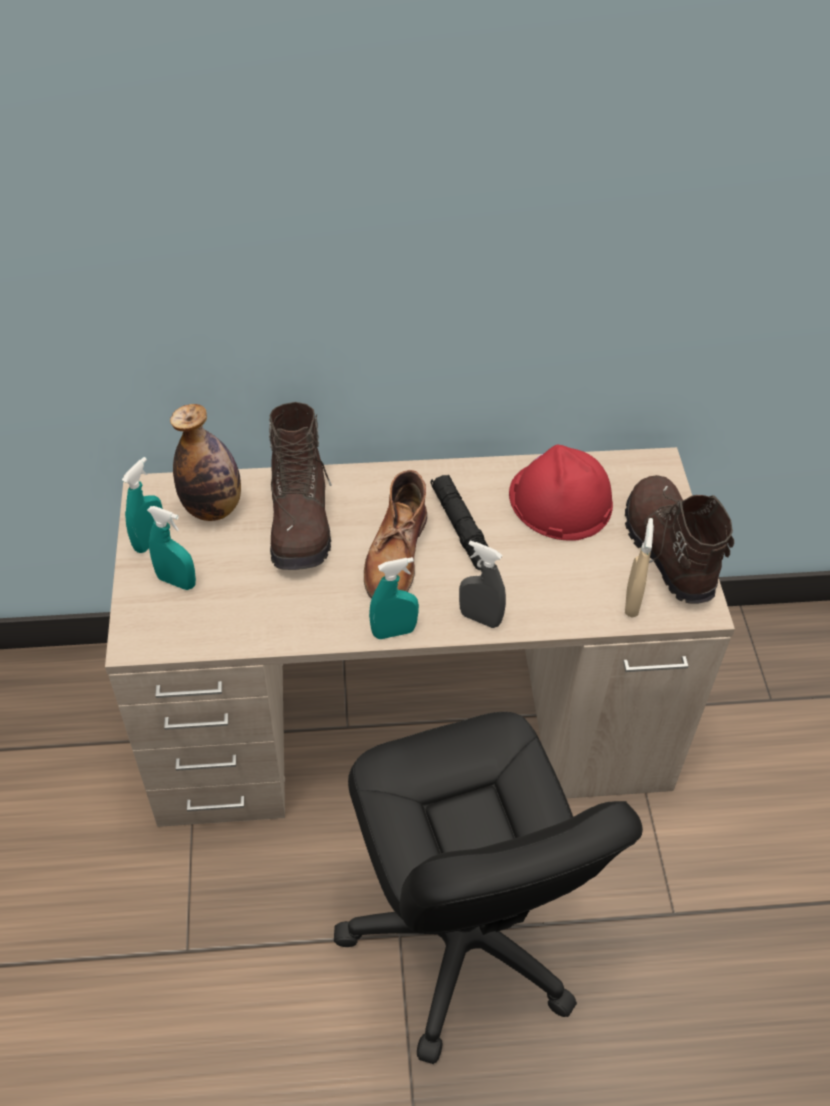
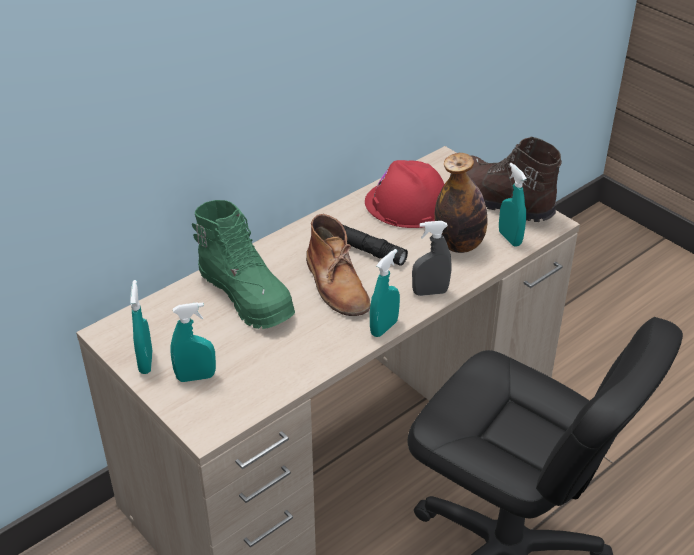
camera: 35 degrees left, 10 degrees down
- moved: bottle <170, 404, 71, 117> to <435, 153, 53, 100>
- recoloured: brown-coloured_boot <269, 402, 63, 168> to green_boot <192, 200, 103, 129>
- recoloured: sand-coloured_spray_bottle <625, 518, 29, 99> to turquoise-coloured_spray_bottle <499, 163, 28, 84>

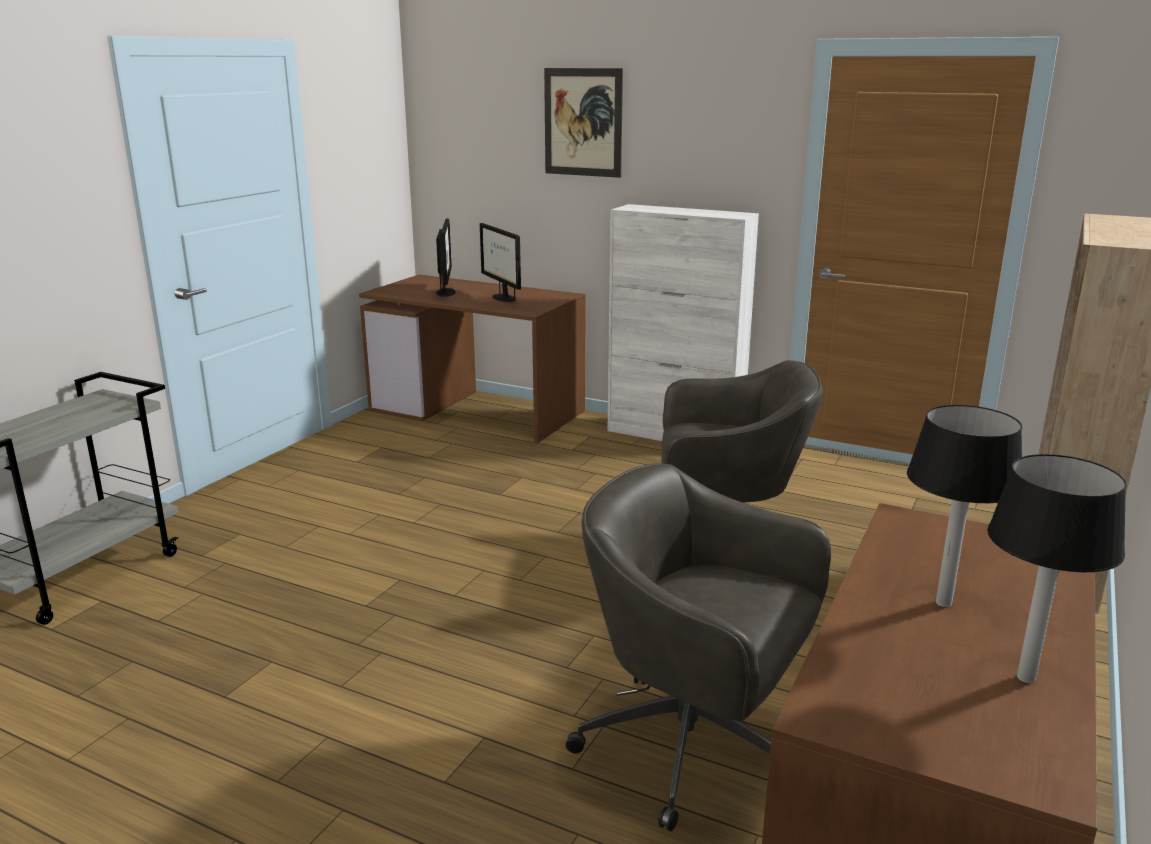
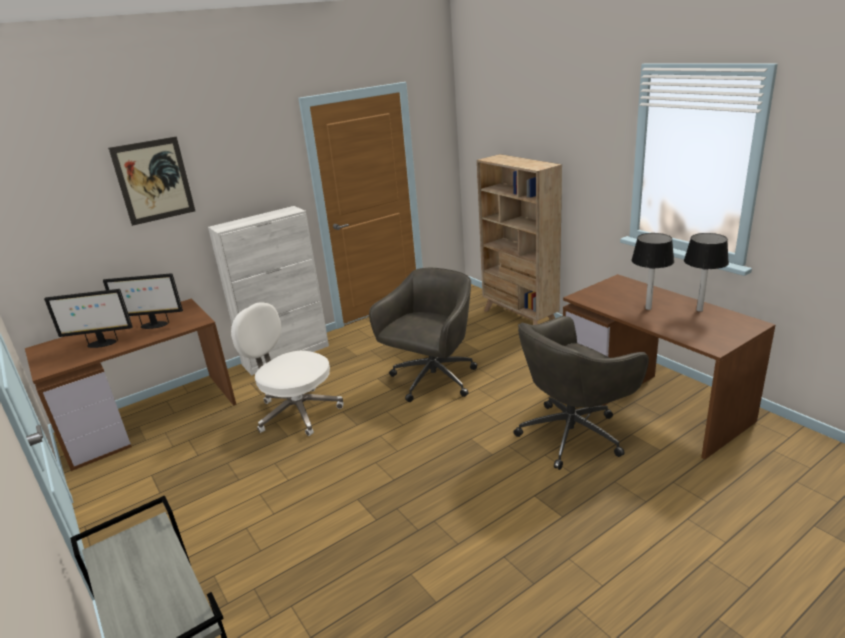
camera: 60 degrees left, 5 degrees up
- turned: computer_display <436, 218, 20, 79> = <44, 289, 89, 59> 150 degrees clockwise
- added: whitish_office_chair <231, 302, 113, 134>

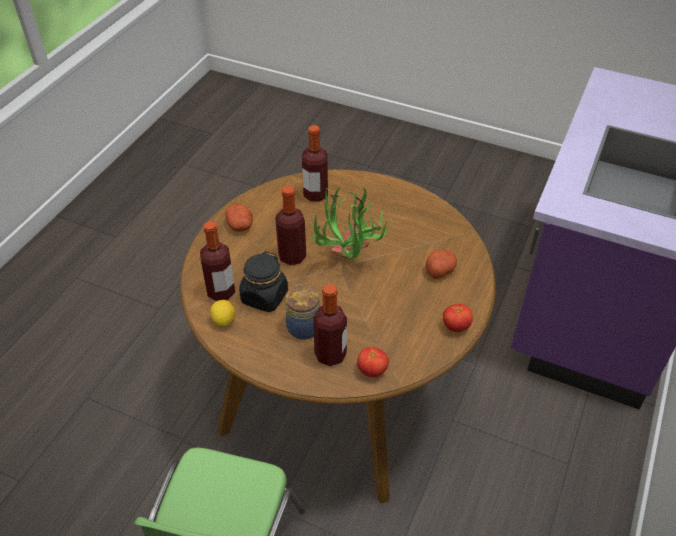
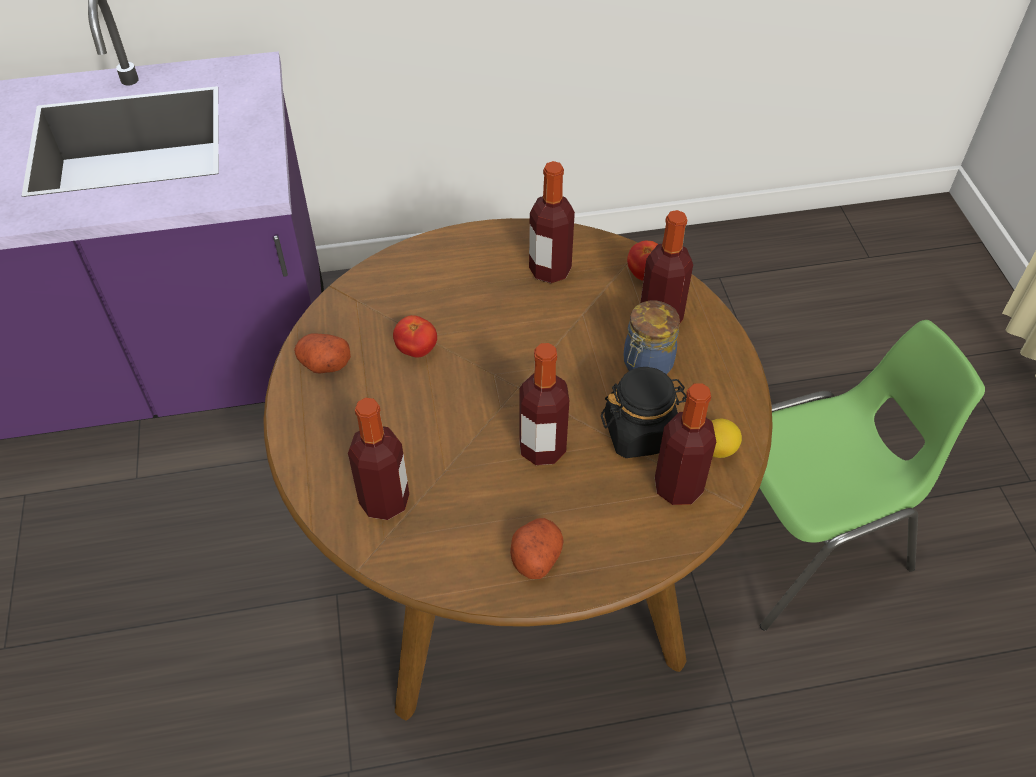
camera: 125 degrees left, 5 degrees up
- removed: houseplant <309, 187, 84, 72>
- moved: potato <426, 250, 31, 29> to <294, 334, 57, 40>
- moved: whole_tomato <443, 304, 30, 28> to <393, 315, 44, 43>
- added: bottle <529, 161, 46, 122>

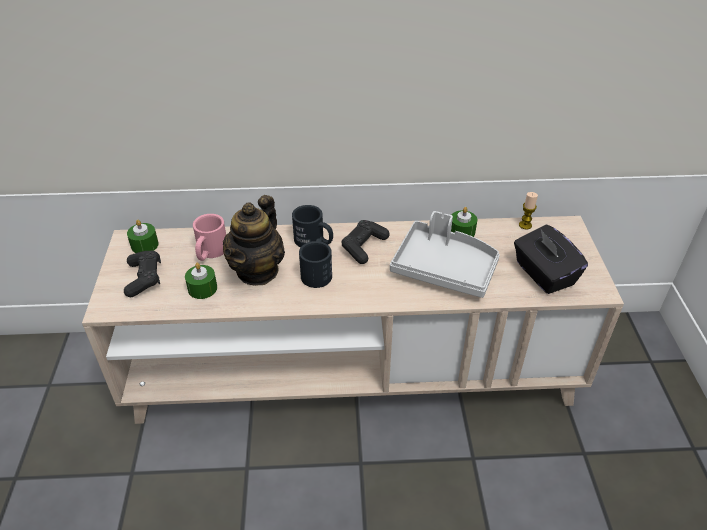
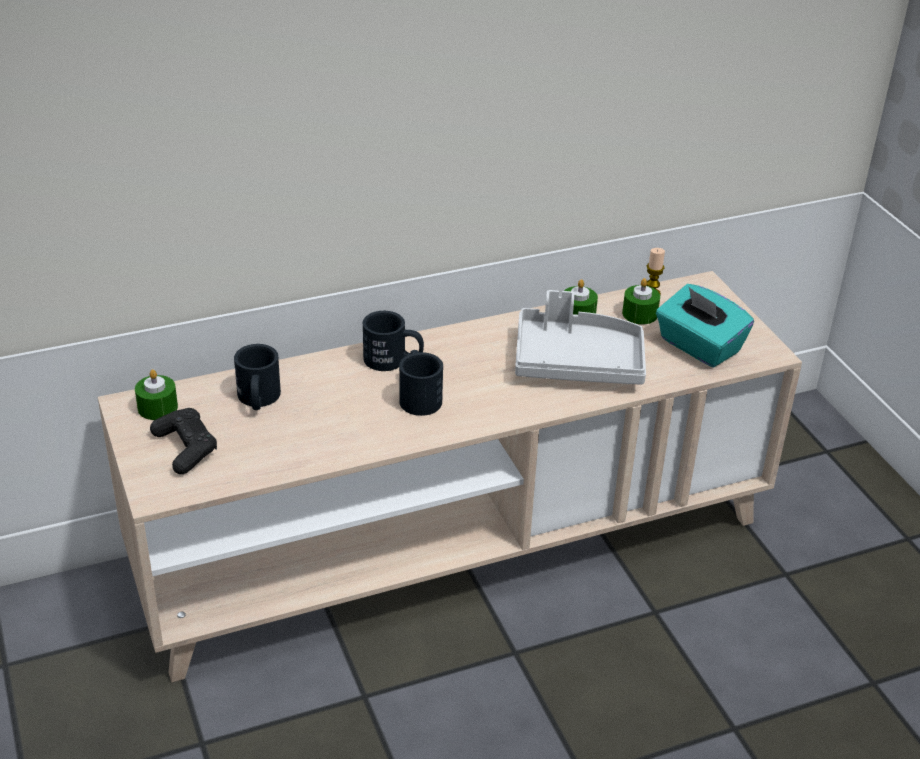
camera: 20 degrees left, 5 degrees down
- moved: green_wax_light <185, 263, 32, 36> to <622, 278, 38, 46>
- recoloured: pink_mug <193, 214, 33, 47> to blackish_mug <234, 344, 47, 66>
- removed: tea_pot <223, 195, 62, 91>
- removed: blackish_gamepad <341, 220, 49, 44>
- recoloured: blackish_tissue_box <514, 225, 74, 69> to turquoise-coloured_tissue_box <656, 284, 98, 83>

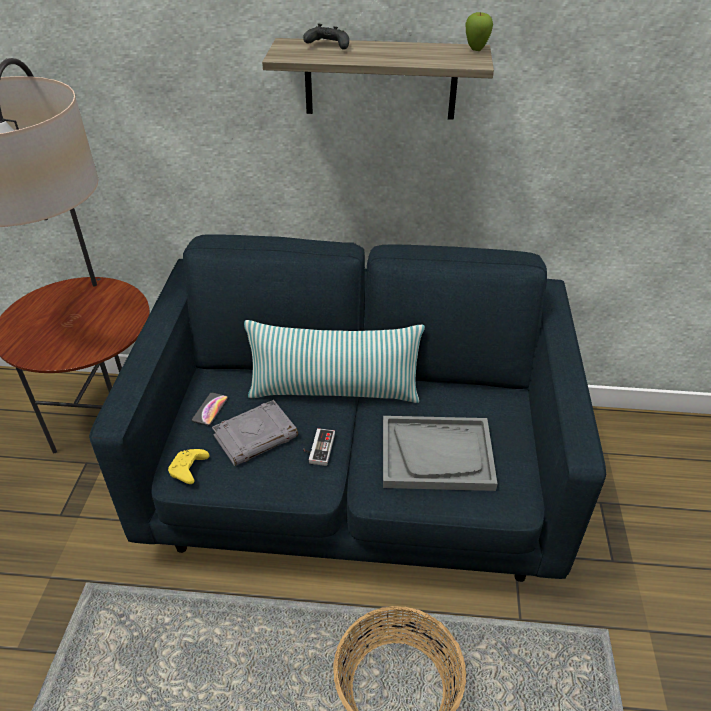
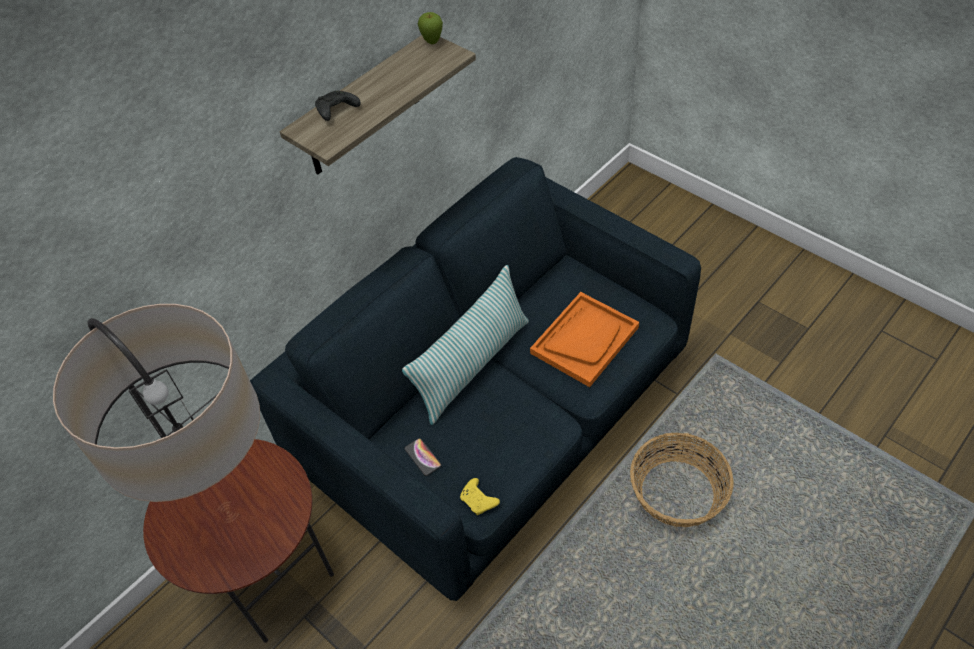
camera: 50 degrees left, 10 degrees up
- removed: greyish_book <212, 400, 86, 66>
- removed: gamepad <303, 428, 32, 38>
- recoloured: greyish_carrying_tray <383, 416, 114, 75> to orangey_carrying_tray <530, 292, 109, 95>

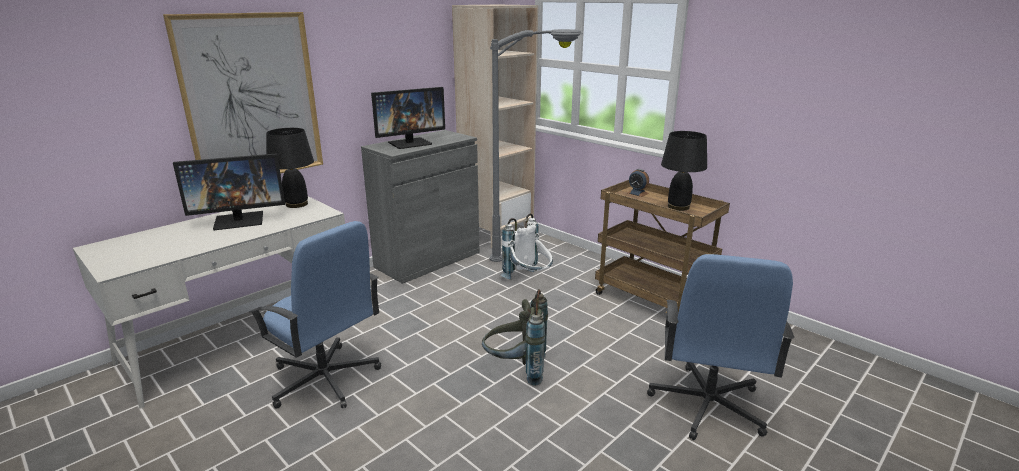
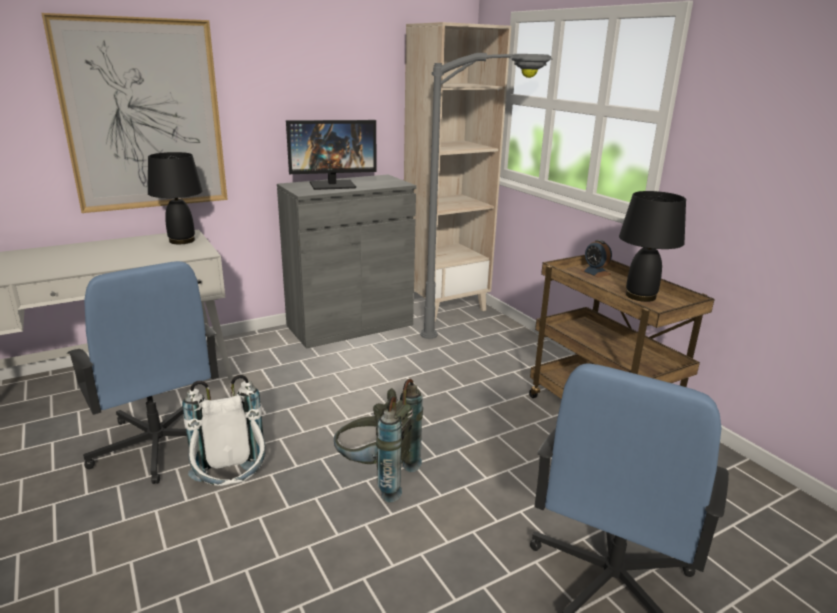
camera: 15 degrees right, 0 degrees up
- removed: computer_display <173, 153, 112, 77>
- moved: whitish_knapsack <501, 214, 52, 66> to <182, 375, 84, 111>

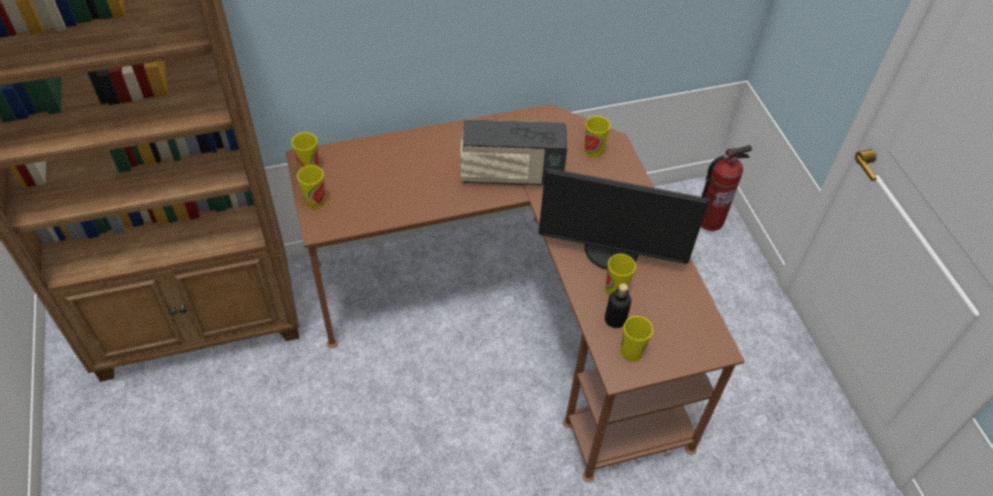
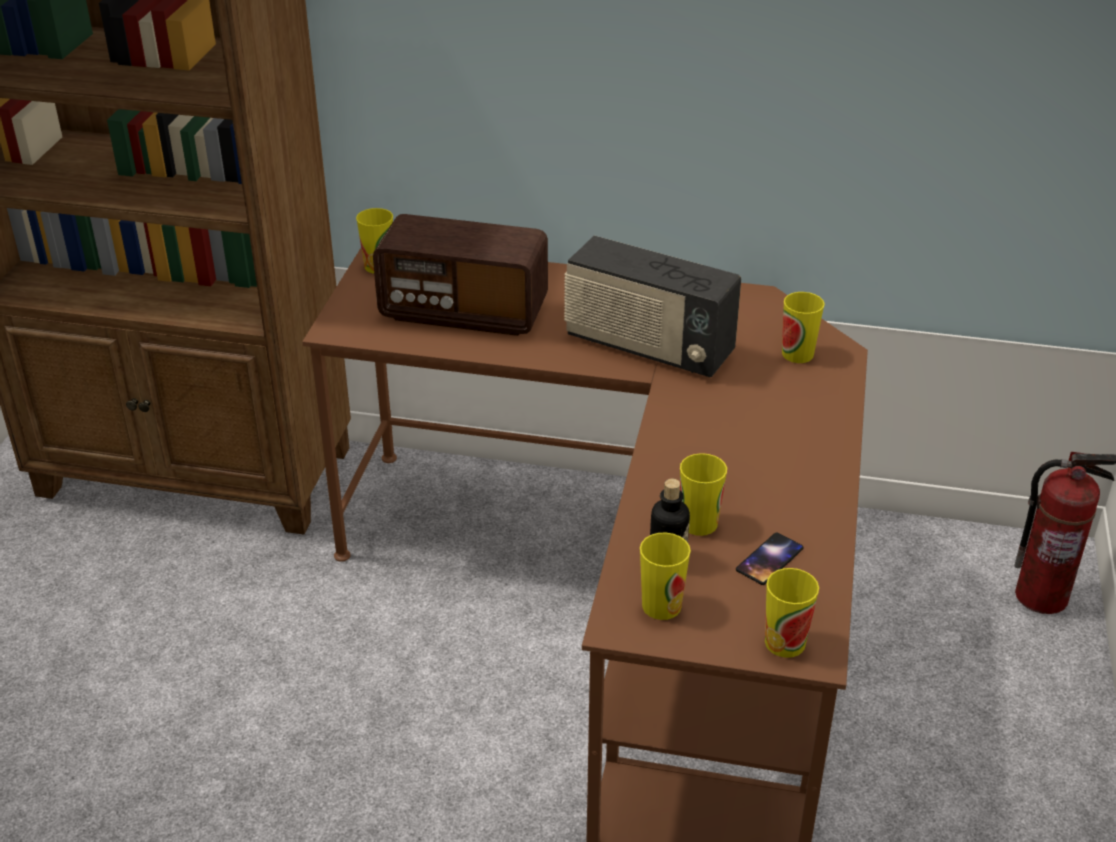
camera: 30 degrees right, 15 degrees down
- moved: cup <297, 165, 29, 44> to <765, 568, 54, 90>
- removed: computer_display <538, 168, 171, 102>
- added: radio_set <373, 214, 175, 122>
- added: phone <736, 532, 68, 53>

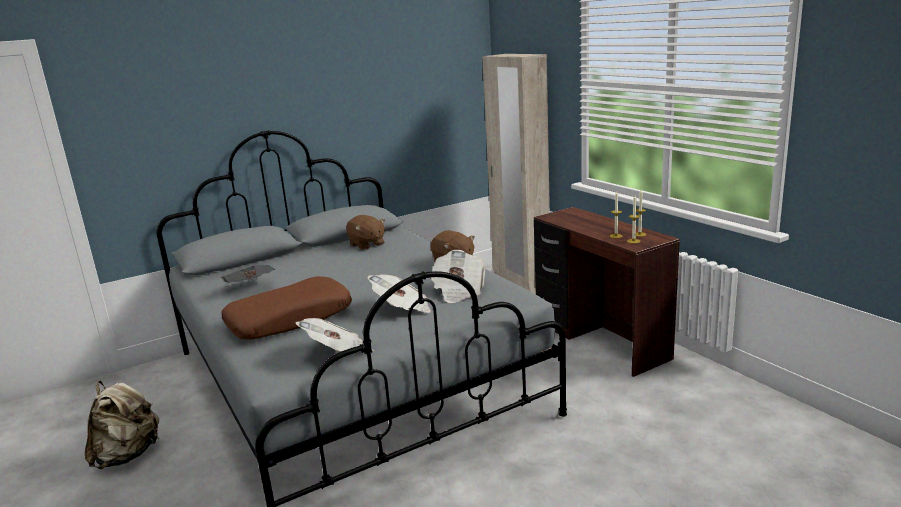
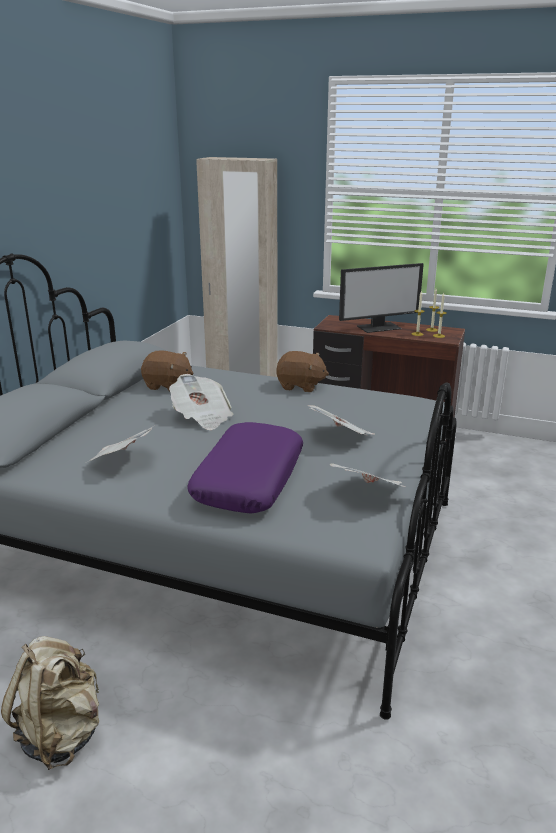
camera: 40 degrees left, 5 degrees up
- recoloured: brown-coloured_pillow <221, 276, 131, 64> to purple_pillow <187, 422, 116, 91>
- moved: newspaper <430, 250, 56, 53> to <169, 374, 65, 56>
- added: computer_display <339, 263, 85, 70>

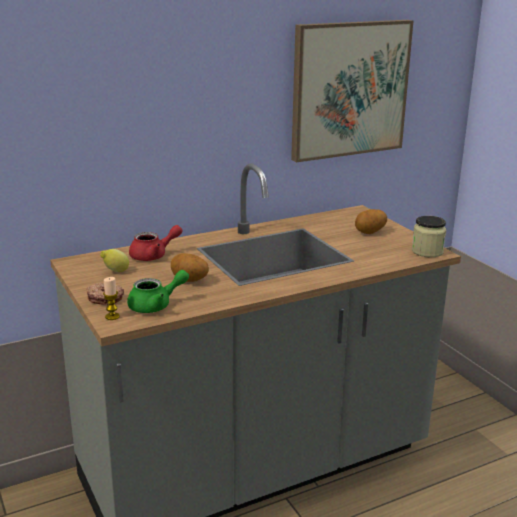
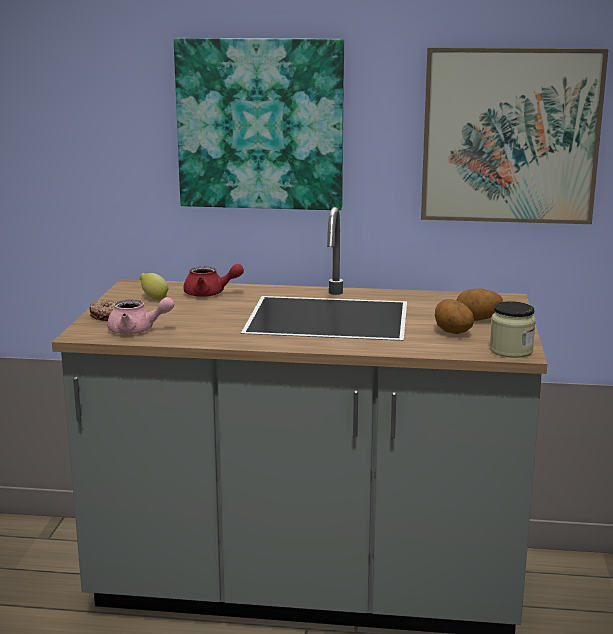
camera: 35 degrees right, 5 degrees down
- removed: wax_light <103, 277, 17, 43>
- recoloured: green_tea_pot <127, 270, 62, 43> to pink_tea_pot <107, 297, 67, 37>
- moved: potato <171, 253, 38, 29> to <435, 299, 39, 35>
- added: wall_art <174, 38, 170, 172>

